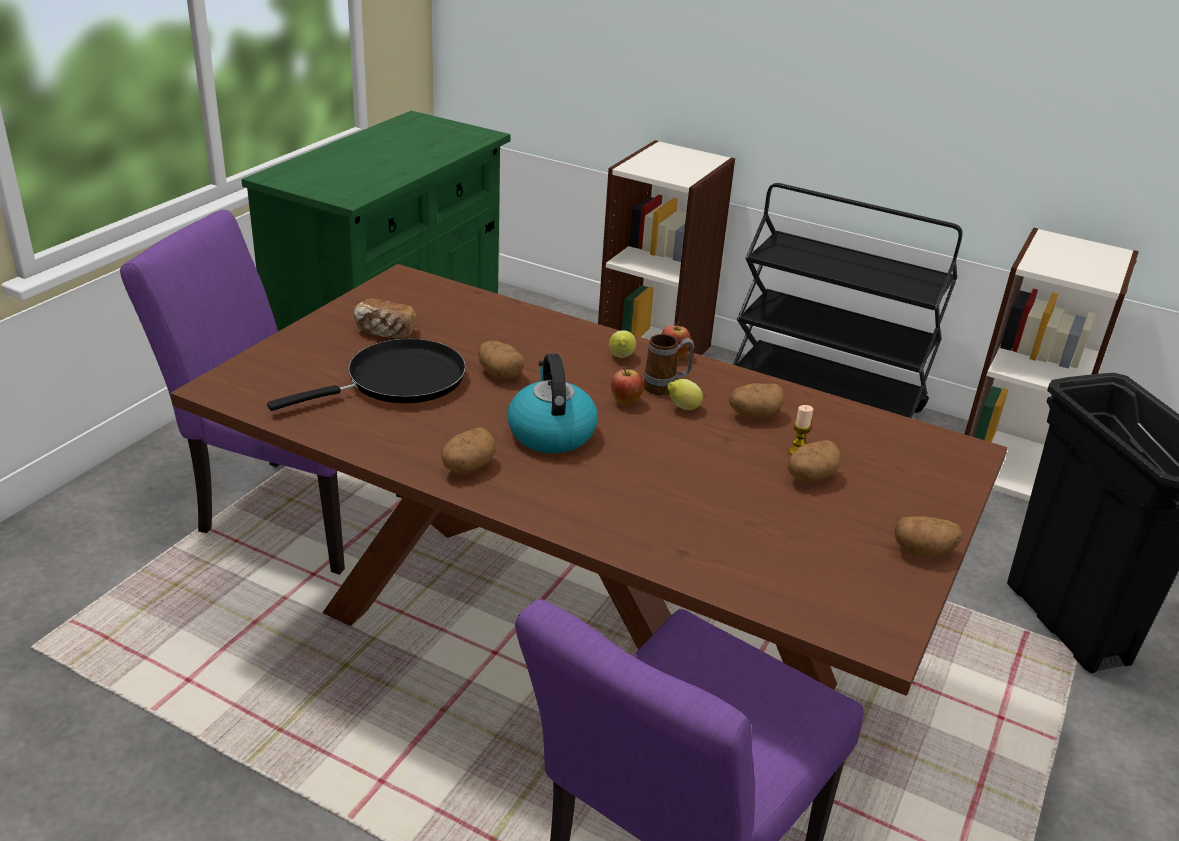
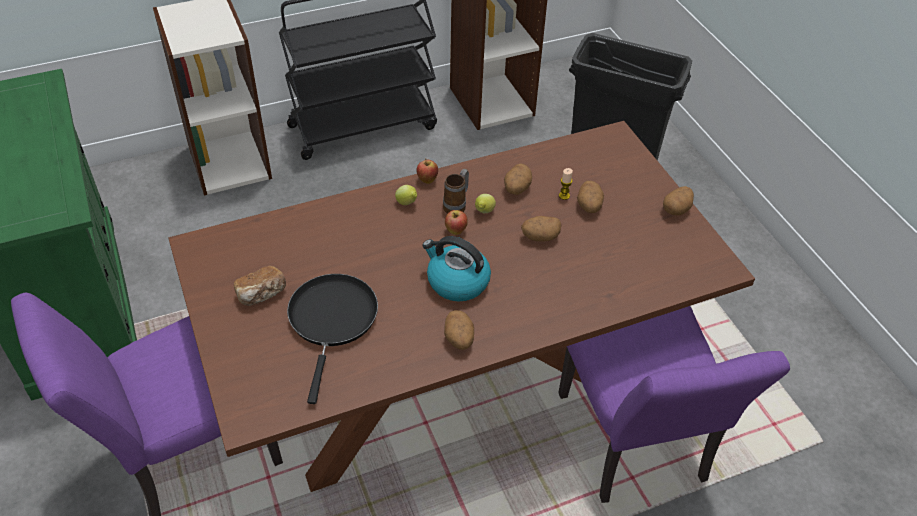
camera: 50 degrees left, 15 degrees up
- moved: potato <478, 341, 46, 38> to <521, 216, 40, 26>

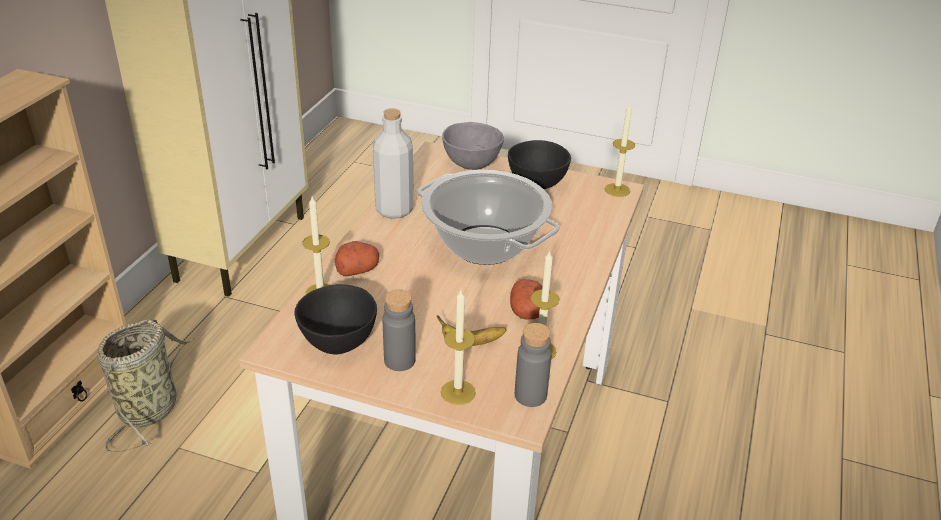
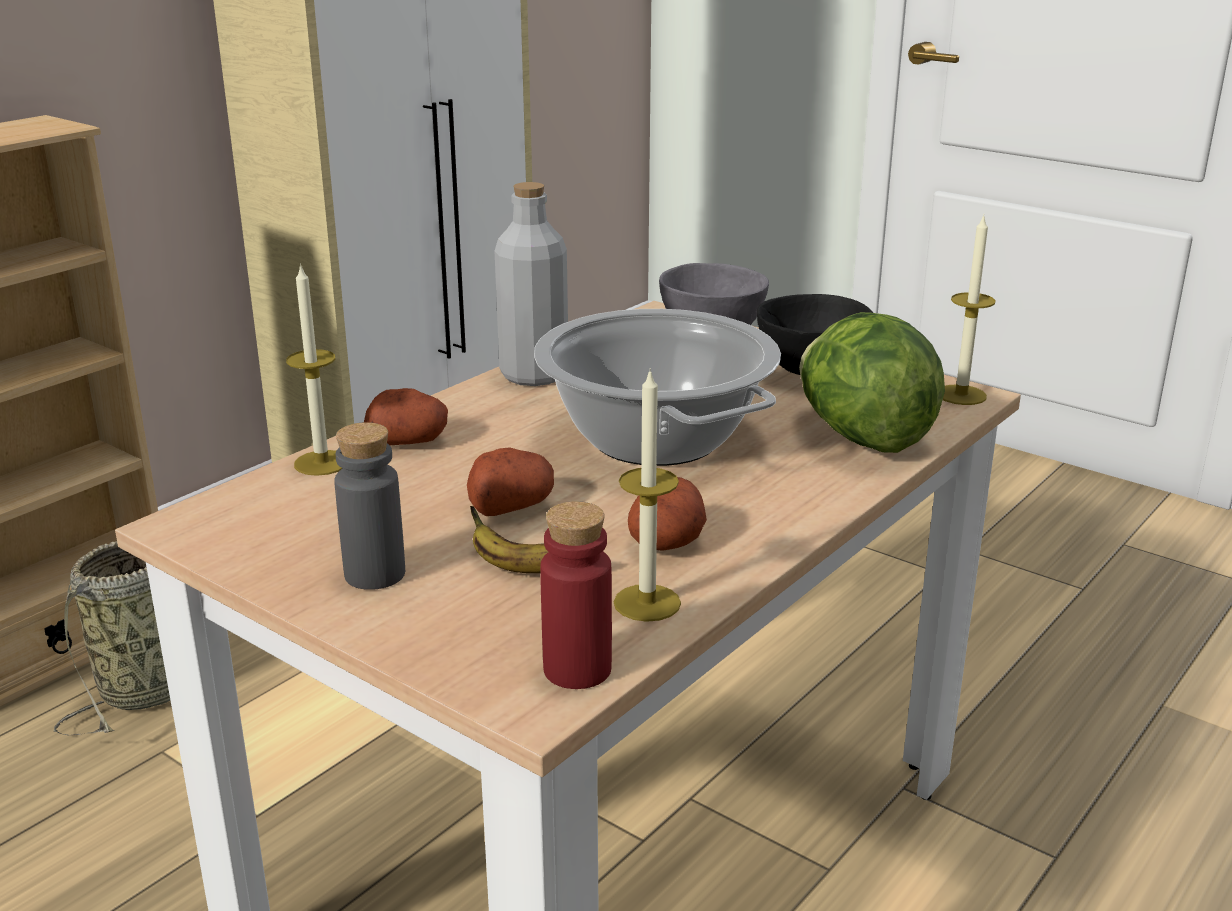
camera: 20 degrees right, 10 degrees down
- removed: blackish_serving_bowl <295, 284, 82, 70>
- removed: wax_light <441, 290, 35, 115>
- recoloured: greyish_bottle <515, 323, 37, 84> to reddish_bottle <540, 501, 72, 188>
- added: potato <467, 448, 87, 68>
- added: lettuce <799, 312, 146, 141>

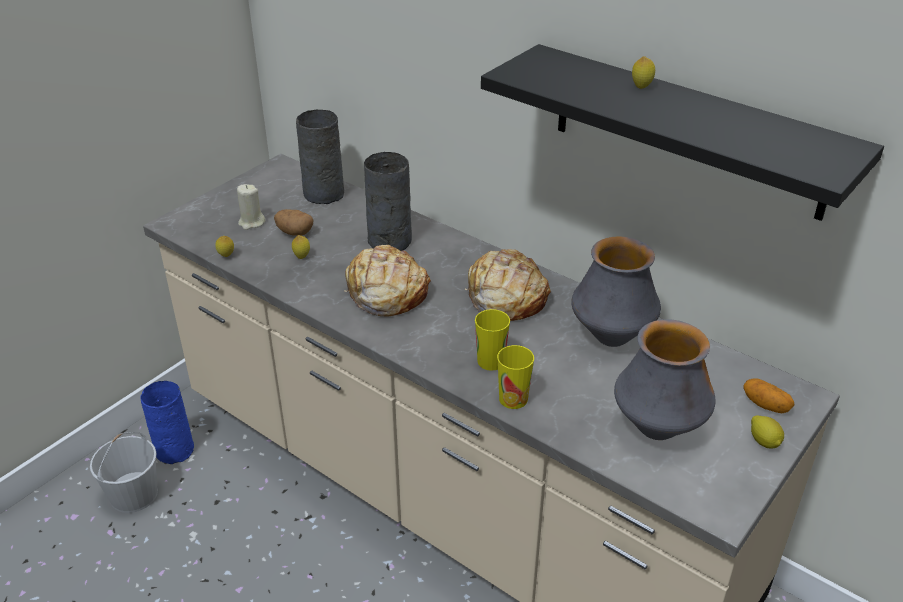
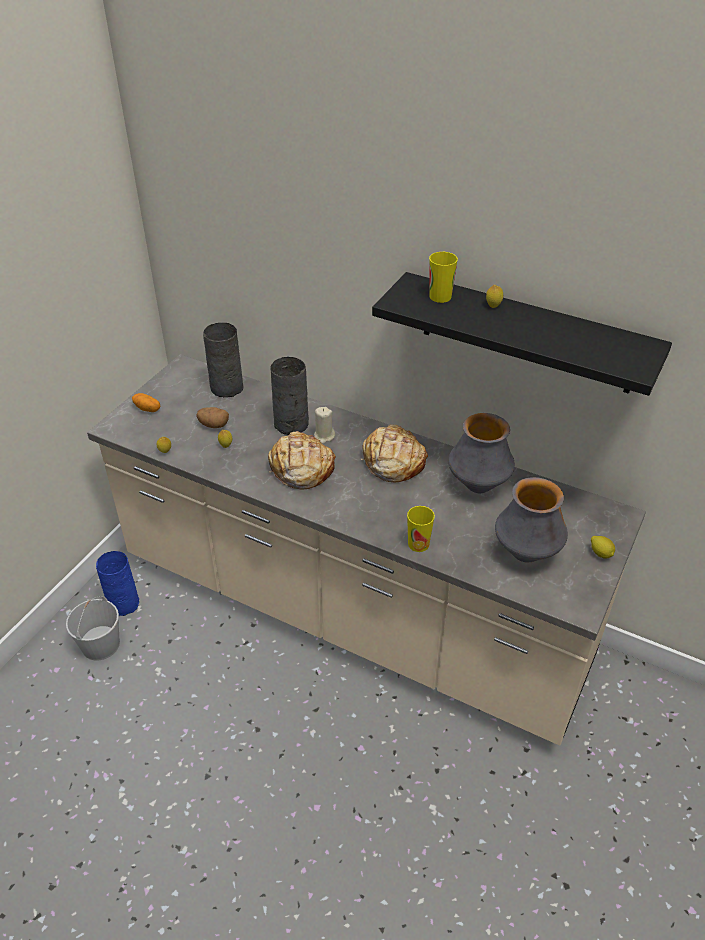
camera: 10 degrees left, 5 degrees up
- moved: sand-coloured_wax_light <237, 184, 28, 46> to <314, 407, 21, 37>
- moved: cup <475, 309, 35, 62> to <429, 252, 29, 51>
- moved: potato <743, 378, 51, 35> to <132, 393, 28, 19>

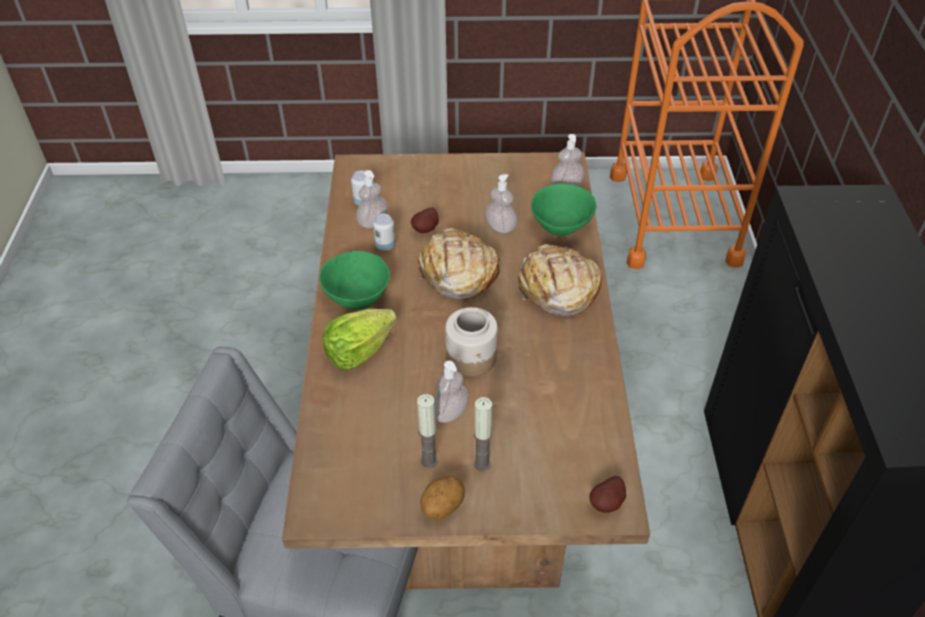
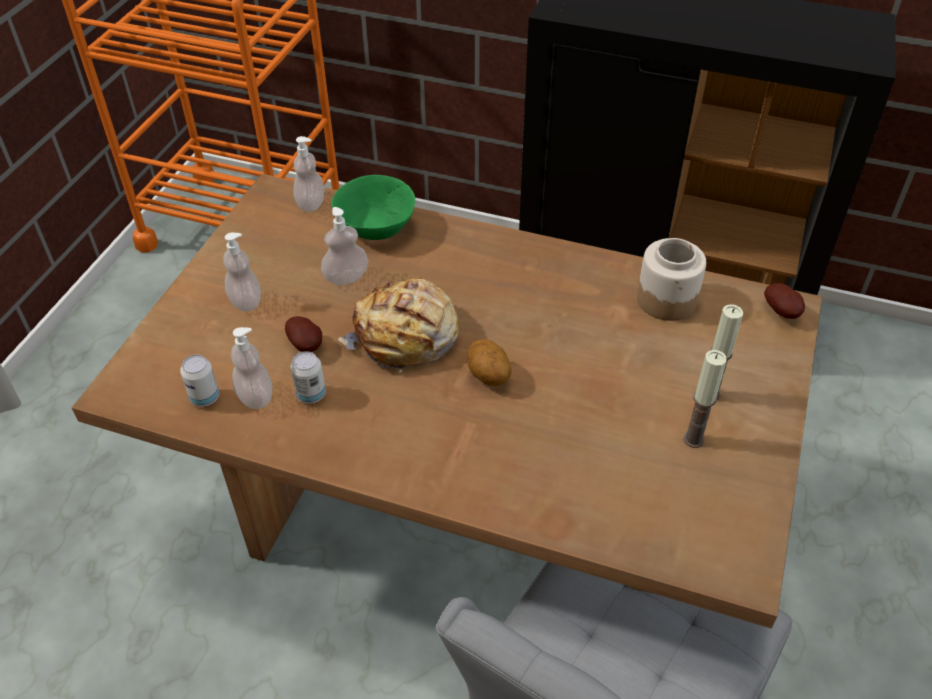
camera: 70 degrees left, 0 degrees up
- removed: green_serving_bowl <319, 251, 71, 58>
- removed: lettuce <322, 309, 75, 62>
- moved: potato <420, 475, 45, 45> to <467, 339, 45, 47>
- moved: liquid_soap_bottle <434, 361, 35, 62> to <223, 233, 38, 79>
- moved: storage_jar <445, 307, 53, 70> to <637, 238, 69, 83>
- removed: baked_bread <518, 244, 84, 72>

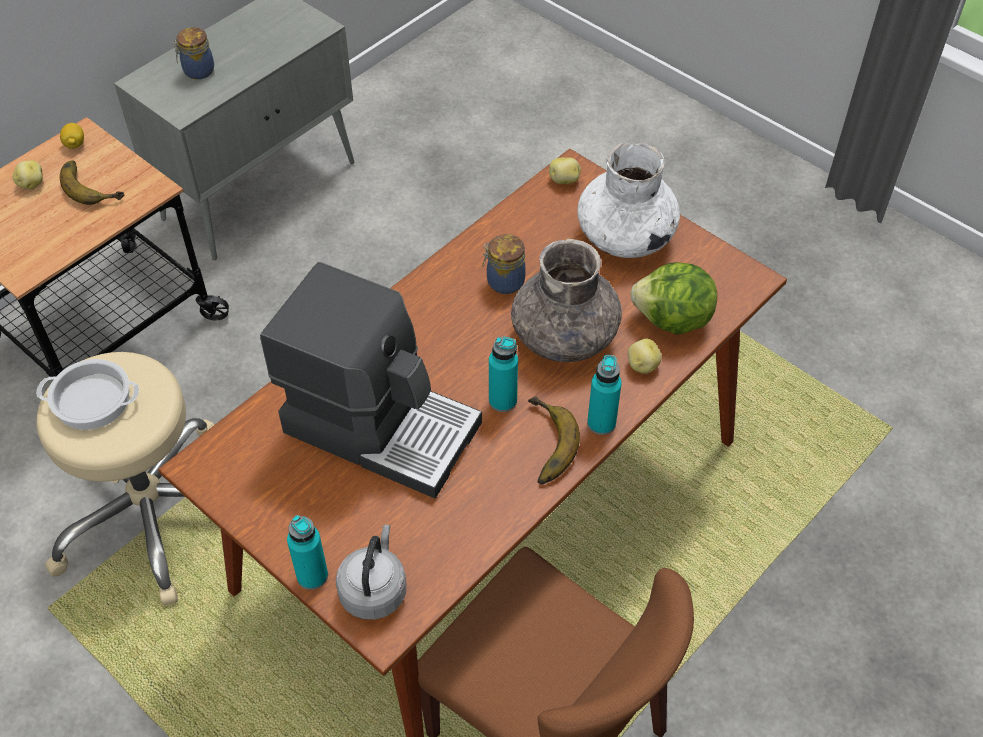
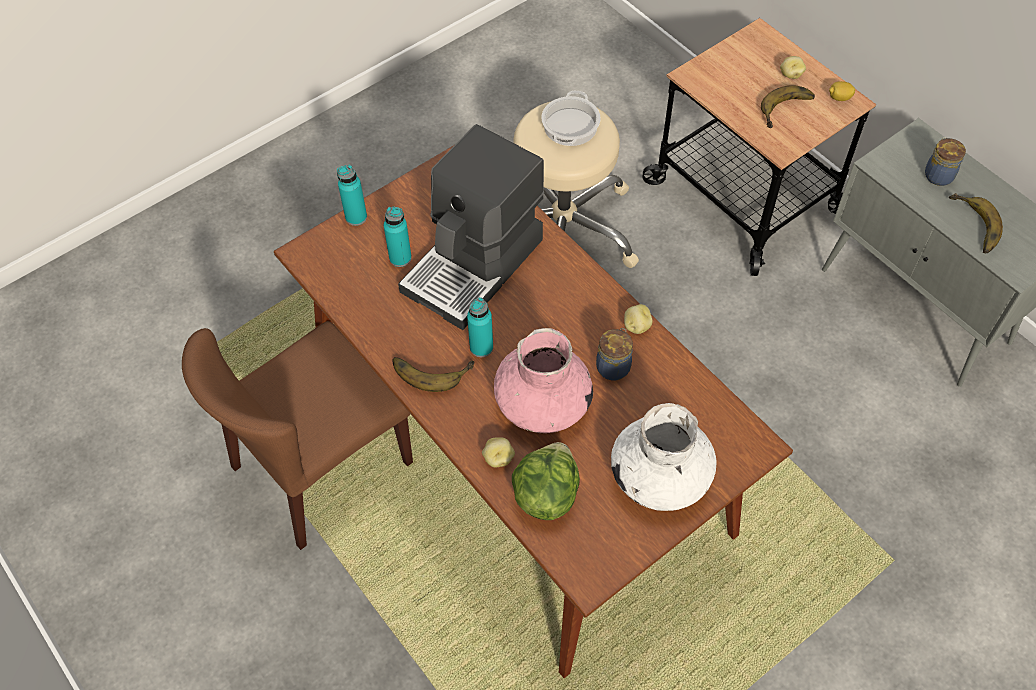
camera: 100 degrees right, 5 degrees up
- removed: greyish_tea_kettle <336, 525, 71, 95>
- recoloured: greyish_flower_vase <511, 239, 111, 123> to pink_flower_vase <494, 328, 99, 105>
- moved: potato <549, 157, 32, 27> to <624, 304, 28, 30>
- moved: turquoise-coloured_bottle <587, 355, 35, 80> to <384, 206, 28, 61>
- added: banana <949, 193, 54, 61>

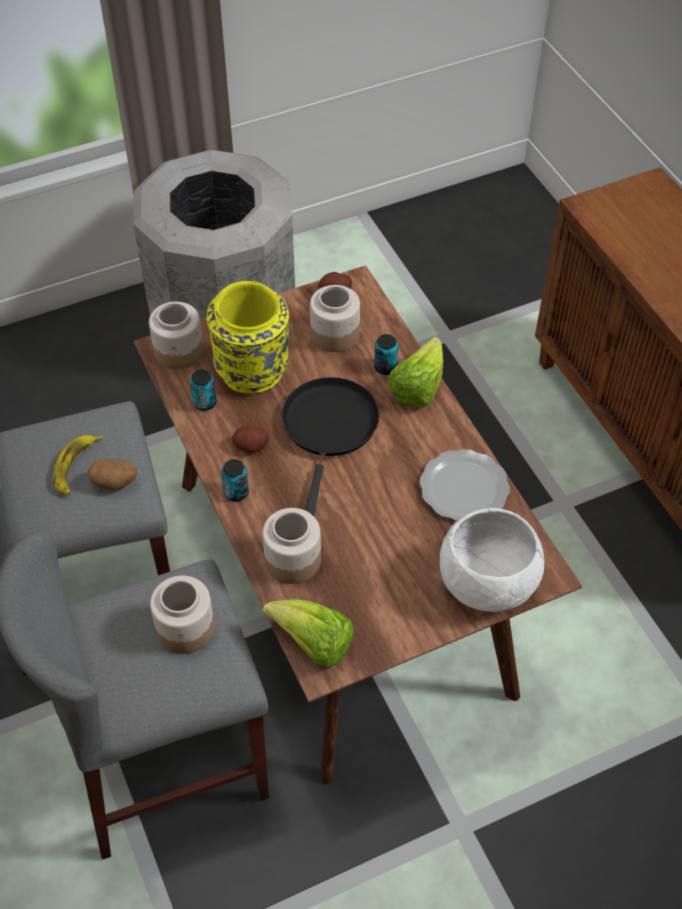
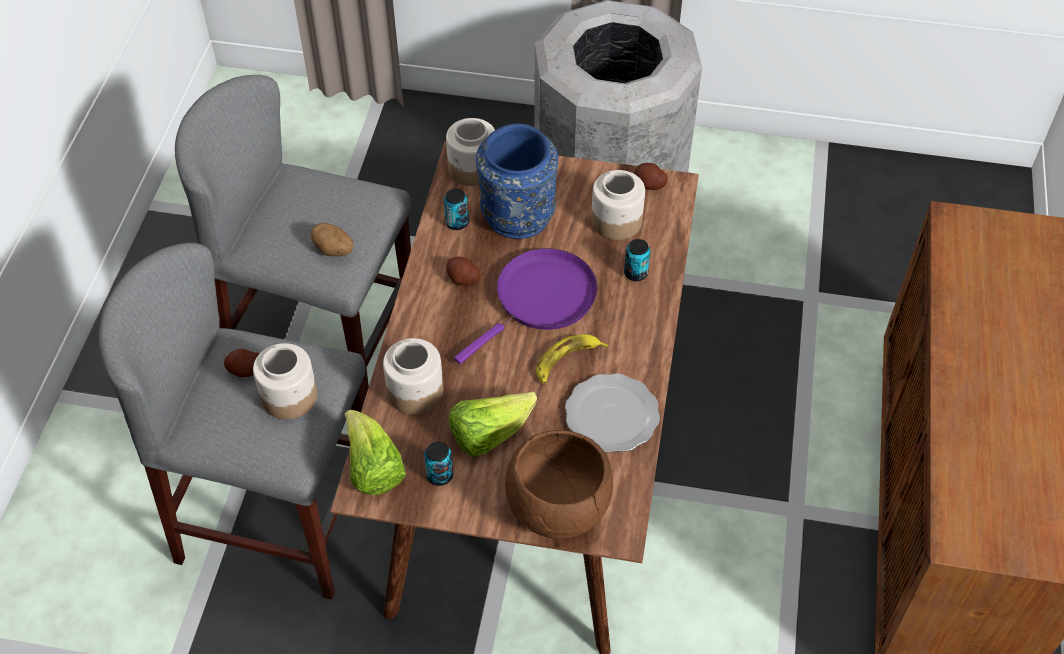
camera: 35 degrees right, 0 degrees up
- moved: banana <53, 435, 50, 60> to <536, 334, 72, 50>
- recoloured: yellowish_flower_vase <207, 281, 82, 113> to blue-coloured_flower_vase <476, 124, 82, 115>
- moved: sealed_can <221, 459, 28, 42> to <424, 441, 29, 45>
- recoloured: blackish_frying_pan <282, 377, 98, 139> to purple_frying_pan <454, 248, 144, 116>
- moved: lettuce <387, 337, 57, 71> to <449, 391, 88, 65>
- recoloured: whitish_serving_bowl <440, 508, 105, 104> to brown-coloured_serving_bowl <505, 430, 108, 109>
- added: potato <224, 348, 36, 29>

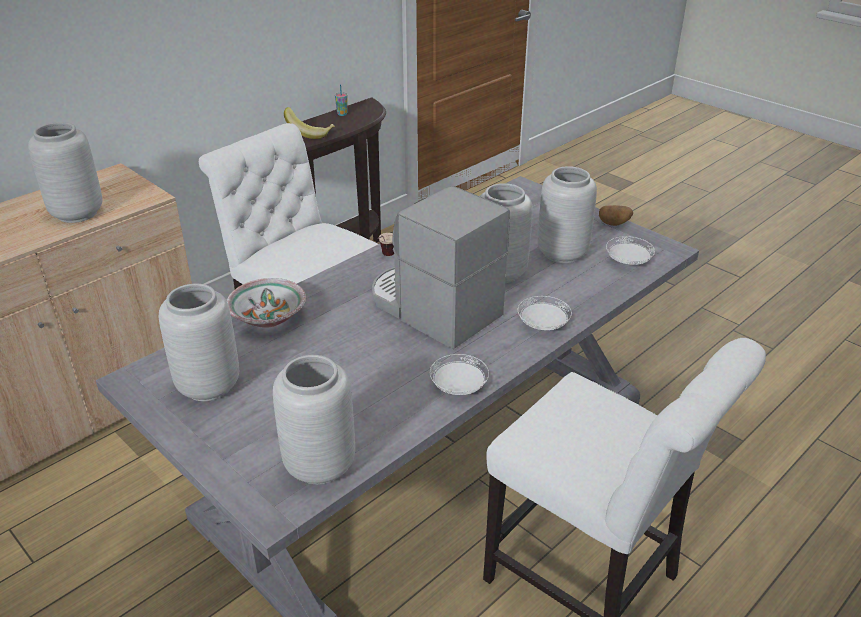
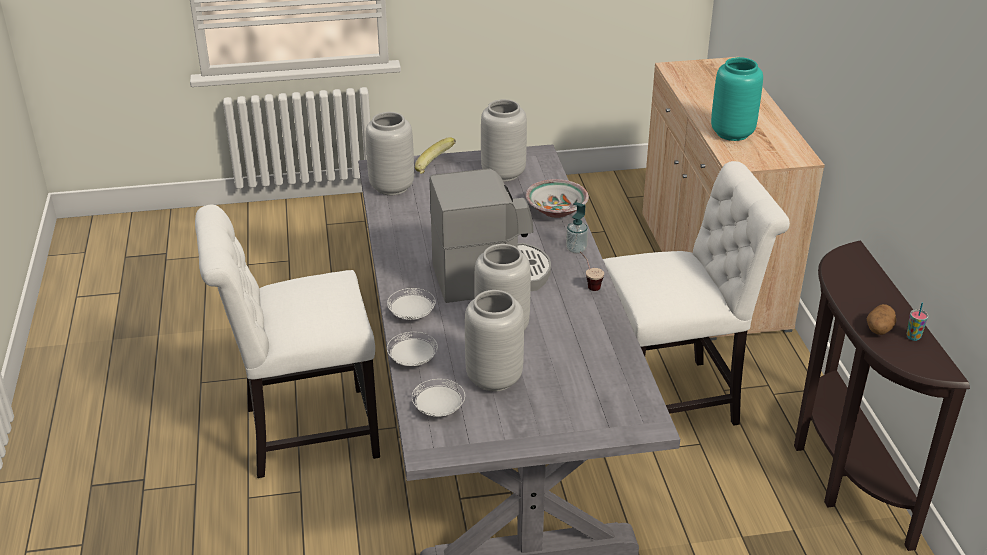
camera: 125 degrees right, 0 degrees up
- recoloured: greyish_flower_vase <28, 122, 74, 101> to turquoise-coloured_flower_vase <711, 57, 52, 84>
- moved: banana <284, 107, 51, 32> to <415, 137, 41, 37>
- moved: whitish_flat_dish <430, 354, 59, 41> to <387, 332, 51, 34>
- moved: potato <599, 205, 34, 21> to <867, 304, 29, 31>
- added: liquid_soap_bottle <566, 202, 22, 52>

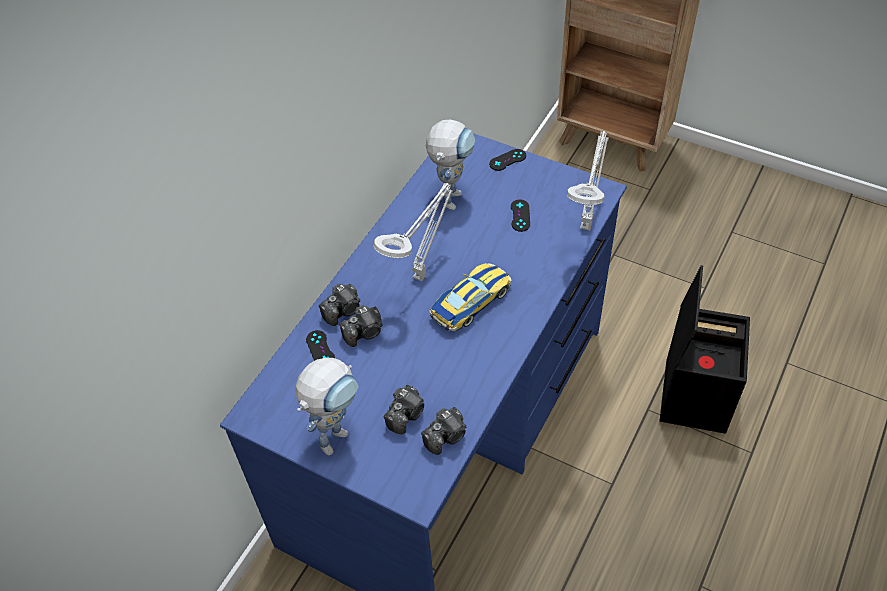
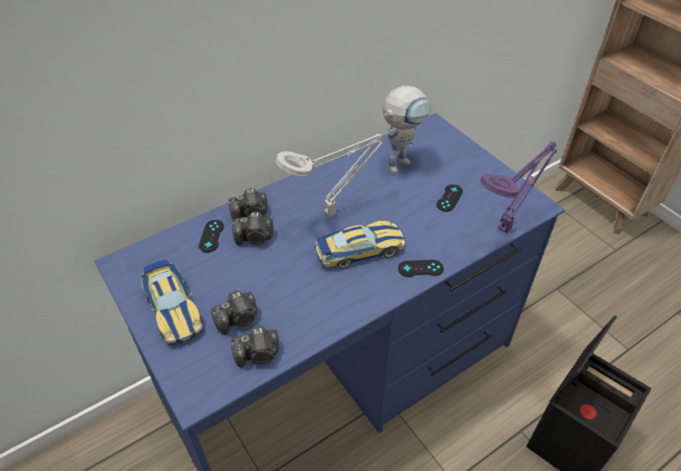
camera: 25 degrees right, 5 degrees down
- replaced: model_robot <295, 358, 64, 98> to miniature_car <141, 259, 62, 86>
- moved: blackish_gamepad <489, 149, 37, 22> to <398, 260, 46, 17>
- recoloured: greyish_table_lamp <567, 131, 42, 99> to purple_table_lamp <480, 141, 77, 92>

